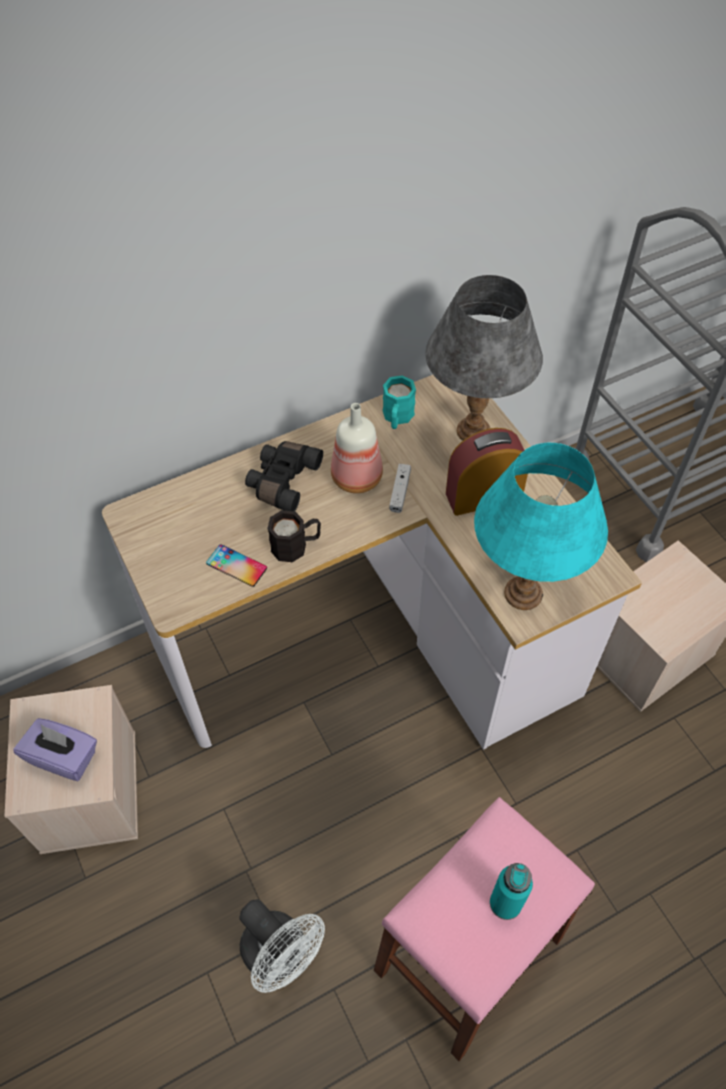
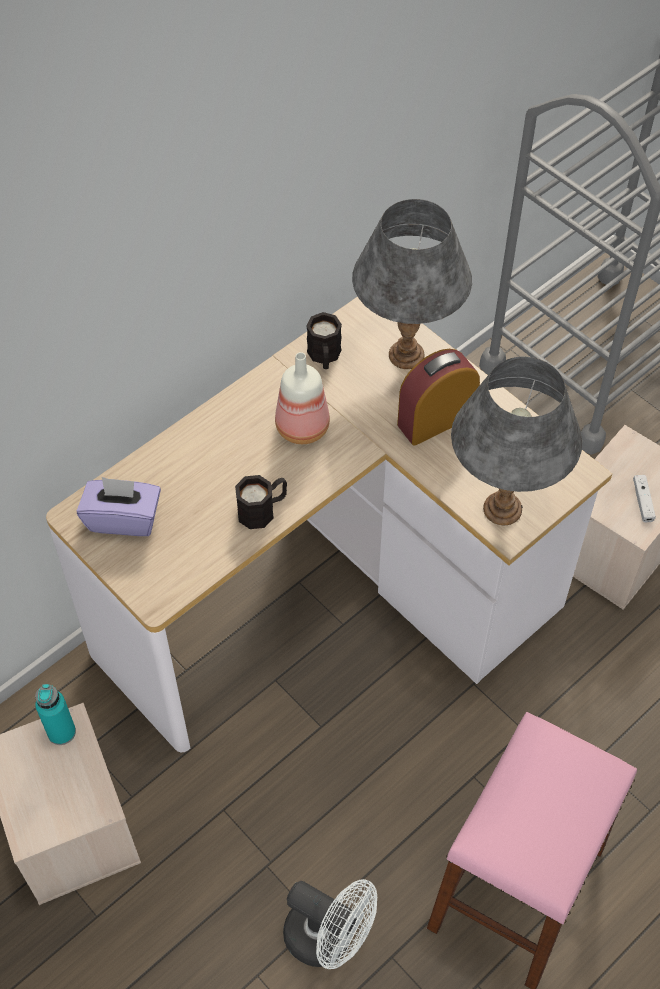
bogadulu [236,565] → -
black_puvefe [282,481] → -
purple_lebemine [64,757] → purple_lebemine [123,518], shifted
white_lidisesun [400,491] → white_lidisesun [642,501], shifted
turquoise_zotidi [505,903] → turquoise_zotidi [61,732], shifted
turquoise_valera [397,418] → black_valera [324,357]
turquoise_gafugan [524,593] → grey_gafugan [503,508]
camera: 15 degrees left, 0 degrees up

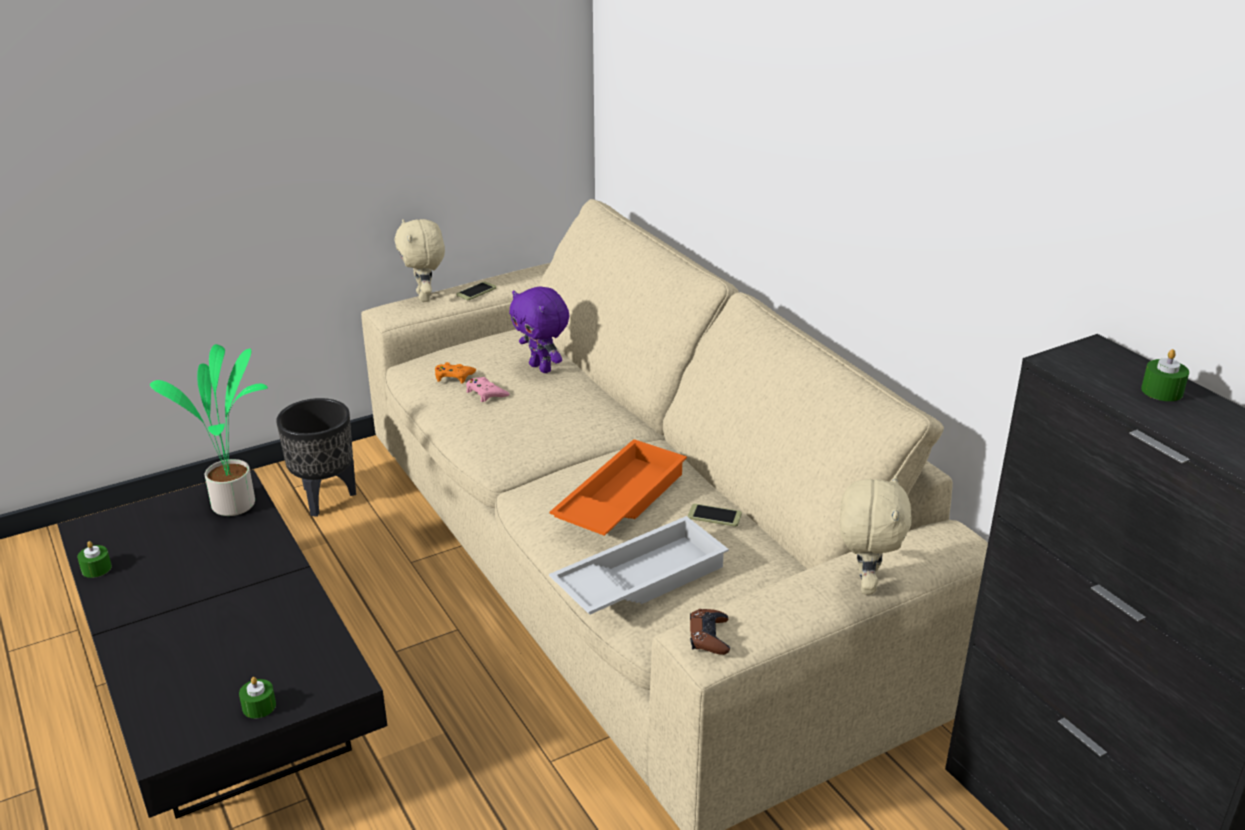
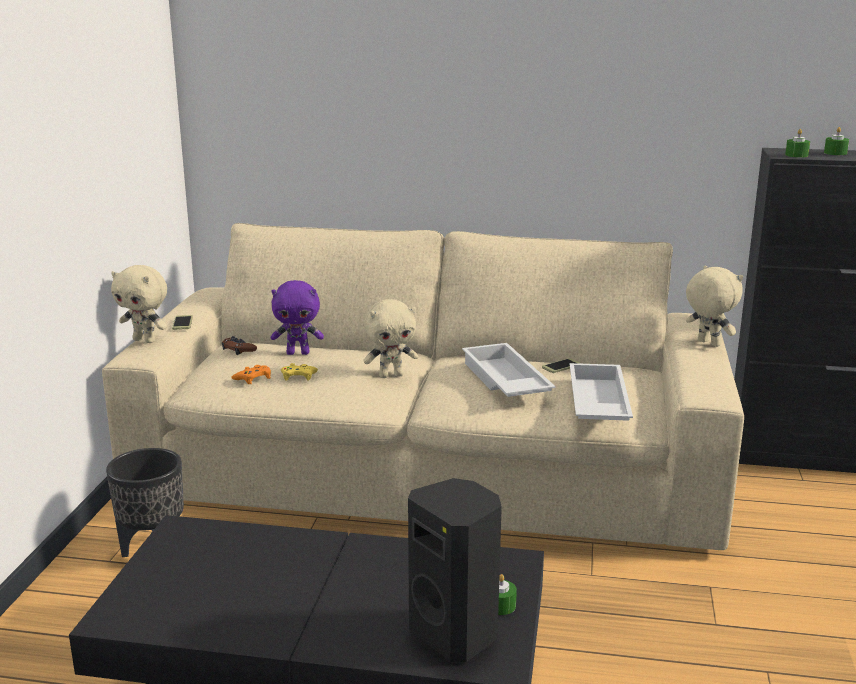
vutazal [237,504] → -
- → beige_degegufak [391,375]
- → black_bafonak [456,634]
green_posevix [96,568] → green_posevix [796,155], shifted
brown_lidisesun [709,636] → brown_lidisesun [238,349], shifted
pink_lidisesun [486,393] → yellow_lidisesun [298,376]
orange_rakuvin [619,499] → white_rakuvin [503,381]
camera: 50 degrees left, 10 degrees down

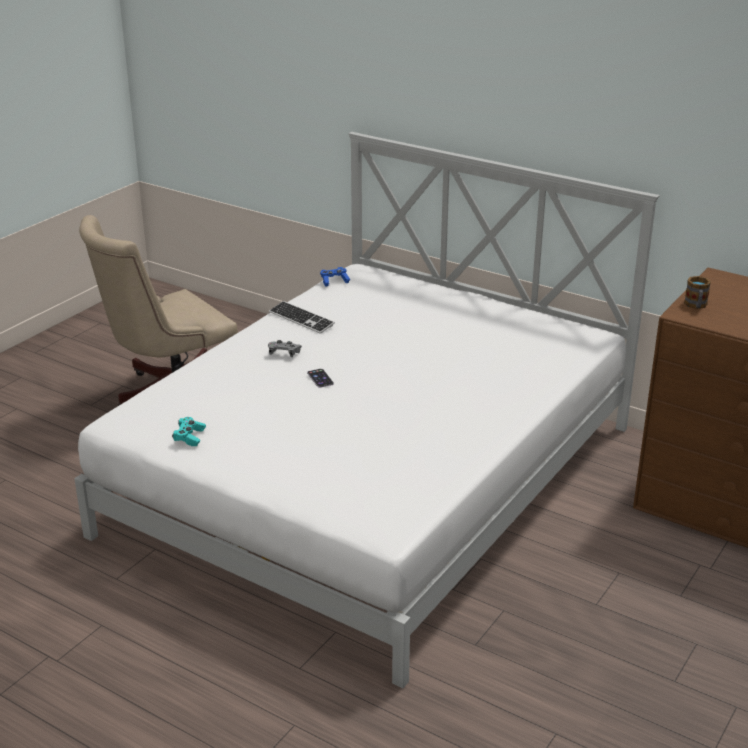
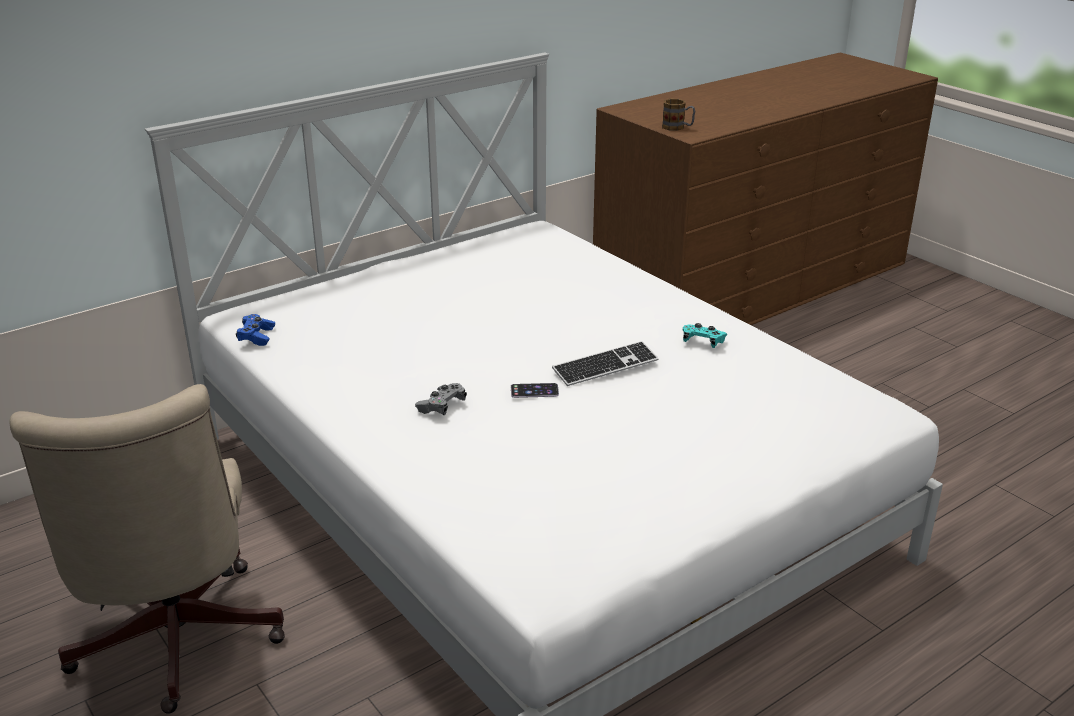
turquoise_lidisesun [189,437] → turquoise_lidisesun [703,342], shifted
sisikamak [301,319] → sisikamak [605,366], shifted
camera: 70 degrees left, 0 degrees up

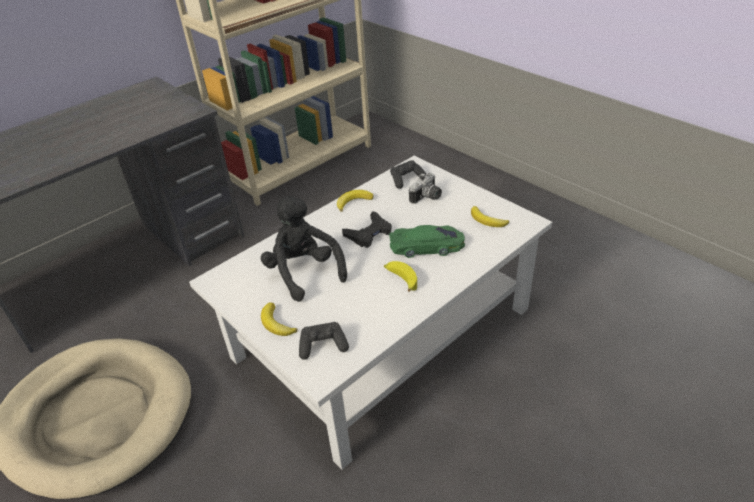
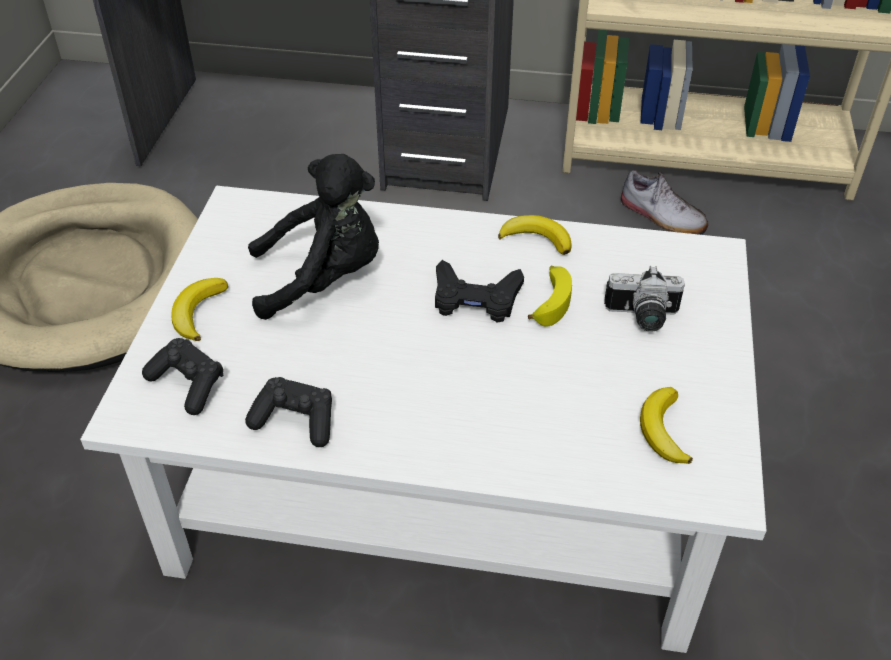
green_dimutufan [427,246] → -
- → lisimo [662,216]
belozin [400,279] → belozin [550,301], shifted
black_lidisesun [406,179] → black_lidisesun [296,421], shifted
black_degegufak [304,272] → black_degegufak [323,279], 60 degrees clockwise
camera: 50 degrees right, 5 degrees up

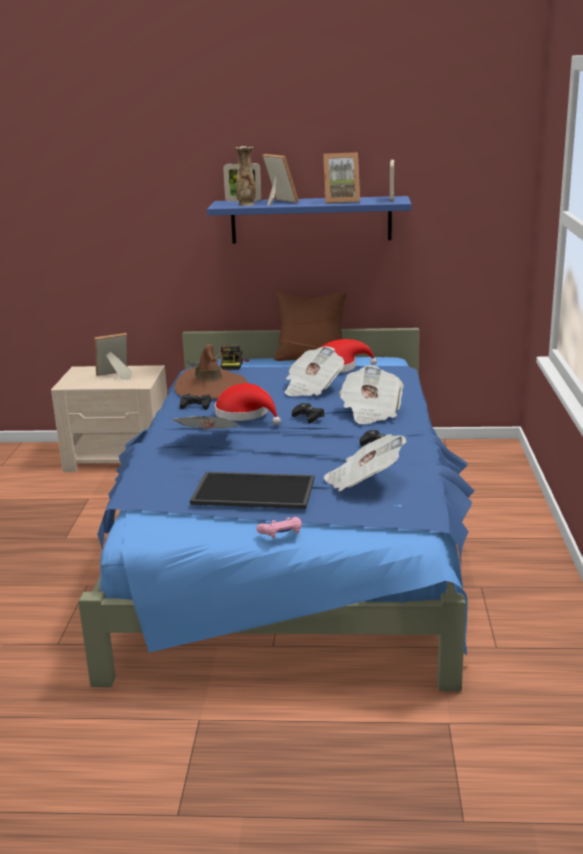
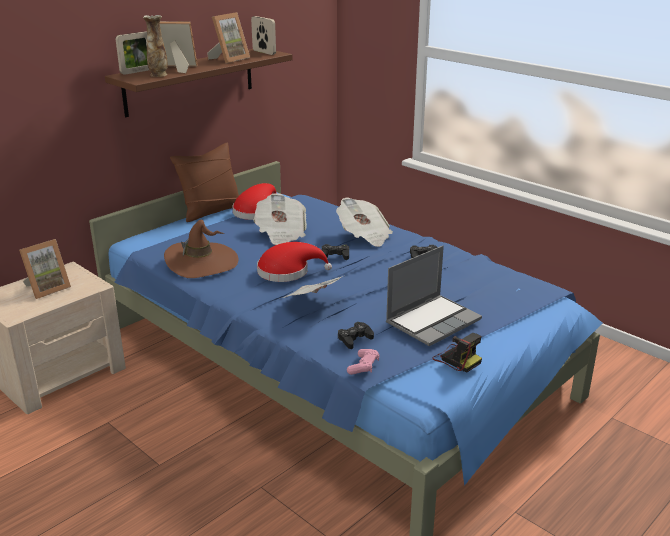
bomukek [363,482] → -
black_lidisesun [196,406] → black_lidisesun [354,339], shifted
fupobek [233,365] → fupobek [456,359], shifted
pink_lidisesun [281,533] → pink_lidisesun [363,366], shifted
rakuvin [255,490] → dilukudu [433,321]
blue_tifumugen [311,220] → brown_tifumugen [190,81]
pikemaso [114,376] → pikemaso [47,288], 150 degrees counterclockwise
camera: 50 degrees left, 5 degrees up

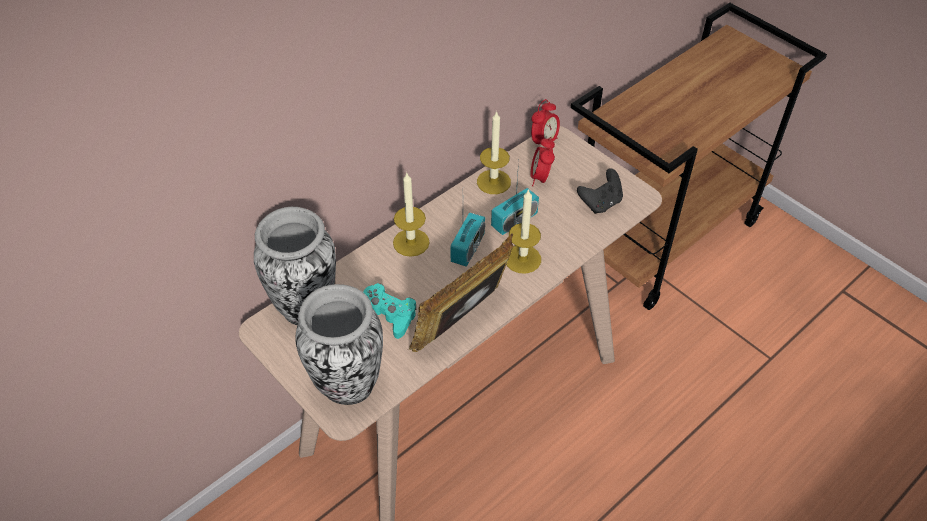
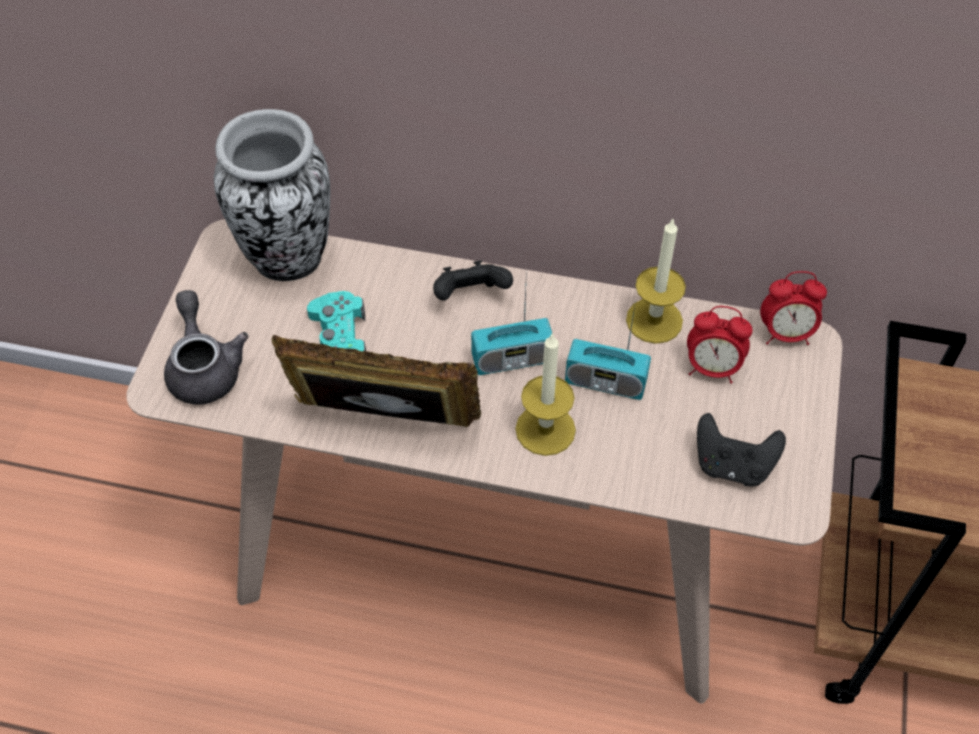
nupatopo [348,387] → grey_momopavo [204,367]
posevix [411,242] → black_lidisesun [471,296]
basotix [540,178] → basotix [712,368], 135 degrees counterclockwise
camera: 55 degrees right, 5 degrees up

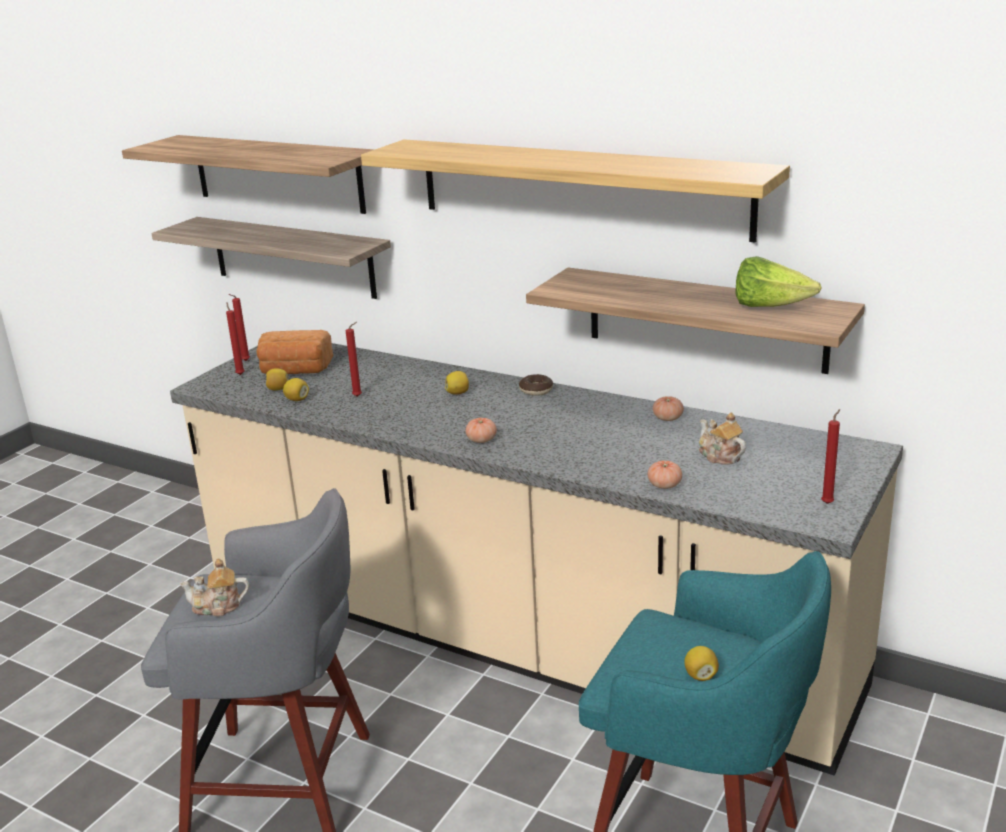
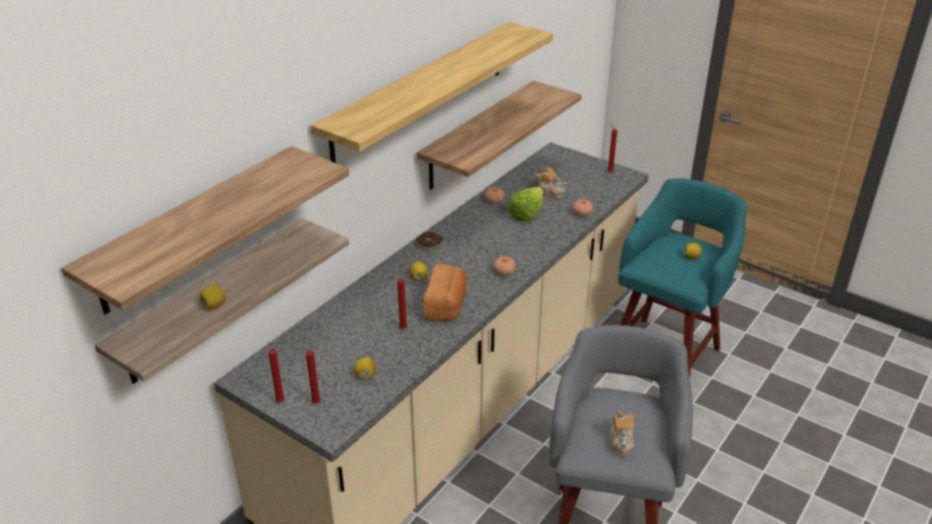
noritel [295,371] → noritel [446,305], shifted
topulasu [297,399] → topulasu [214,306], shifted
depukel [769,307] → depukel [526,214], shifted
momopavo [719,456] → momopavo [550,192], 120 degrees counterclockwise
camera: 85 degrees left, 10 degrees up

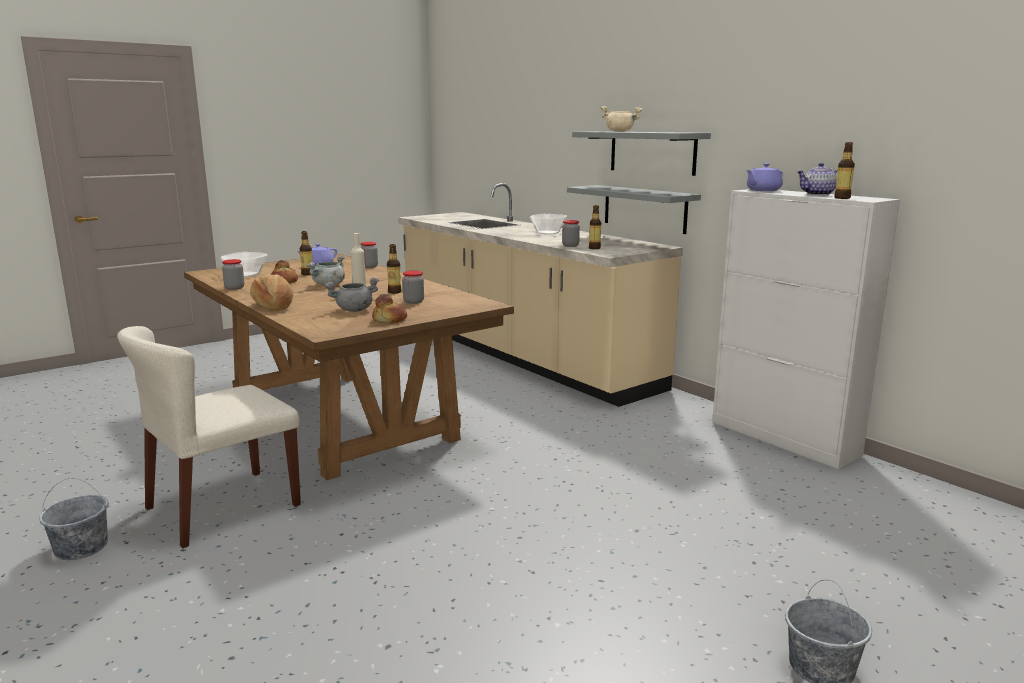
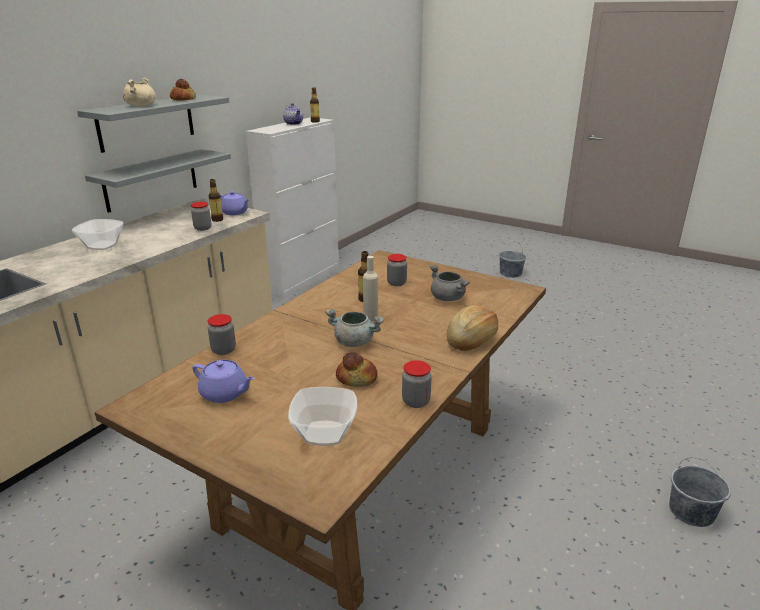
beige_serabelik [222,507] → -
zotidi [307,274] → -
noritel [390,320] → noritel [183,99], shifted
purple_momopavo [762,190] → purple_momopavo [235,213], shifted
camera: 110 degrees left, 10 degrees up

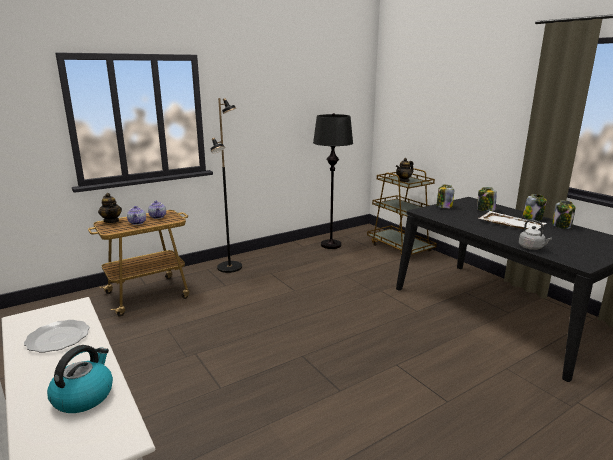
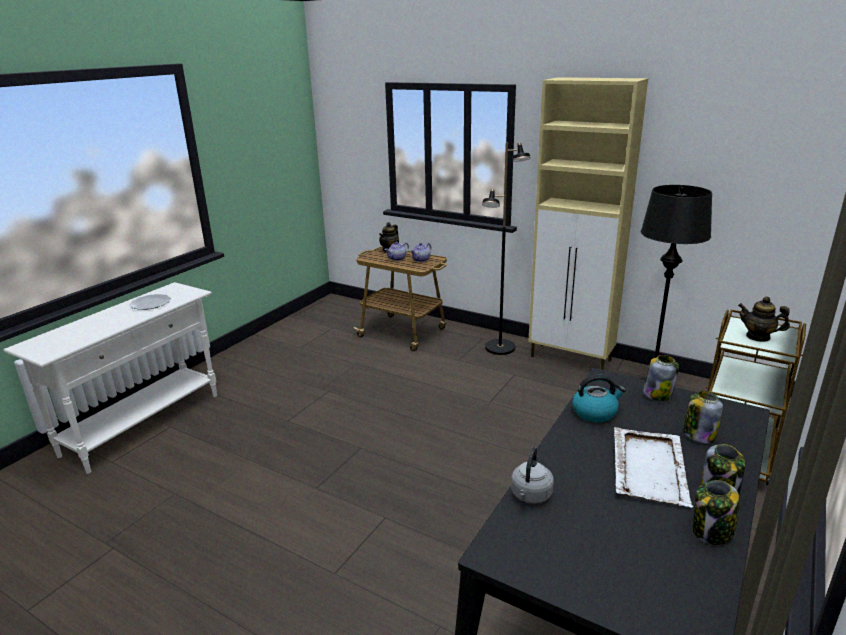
- → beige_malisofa [571,359]
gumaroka [84,396] → gumaroka [595,412], shifted
camera: 65 degrees right, 5 degrees up

